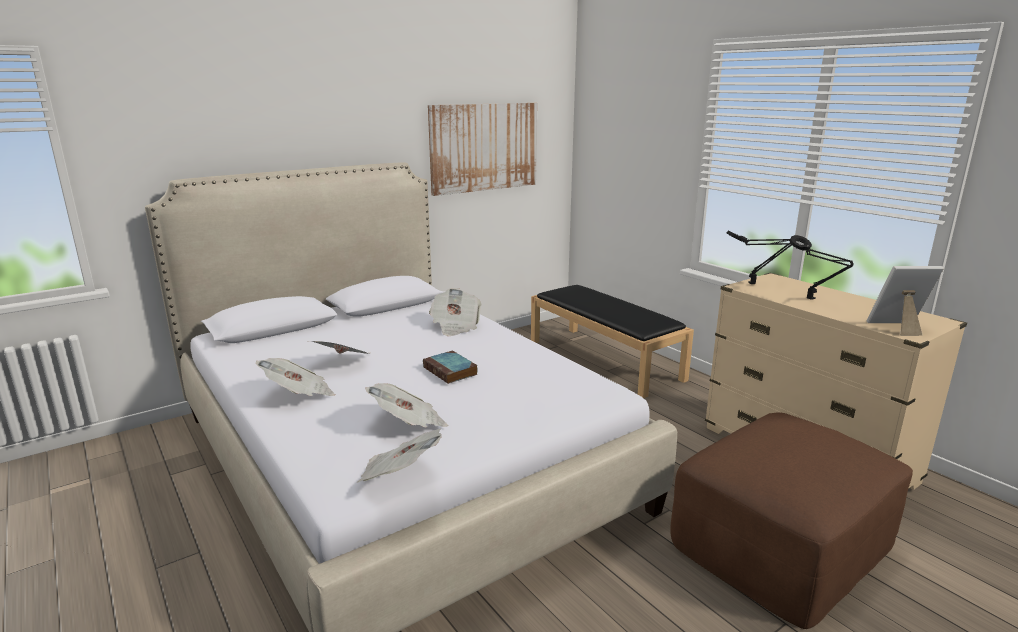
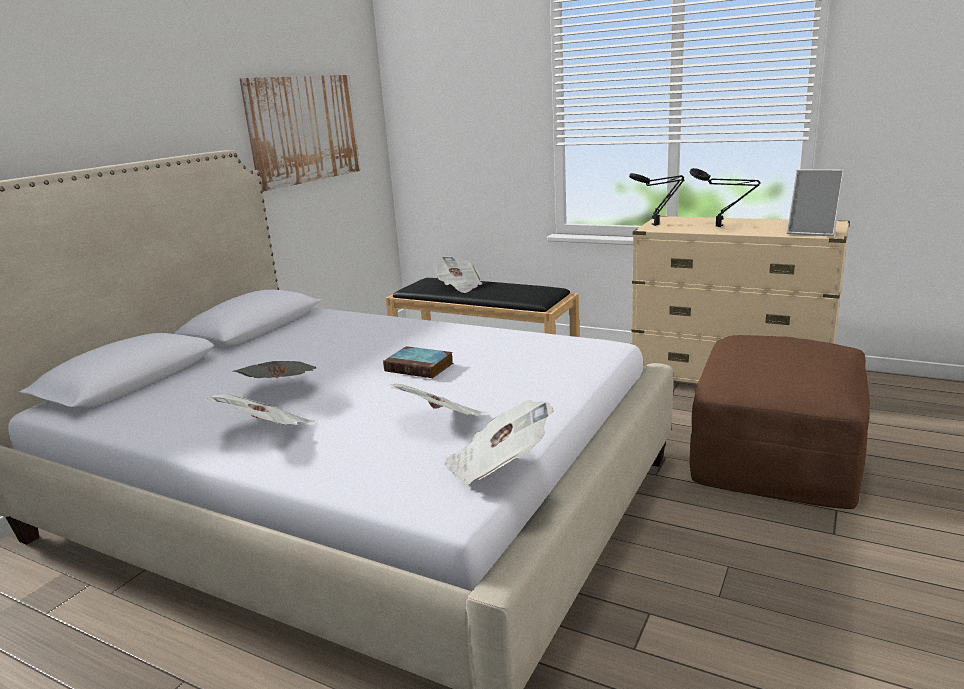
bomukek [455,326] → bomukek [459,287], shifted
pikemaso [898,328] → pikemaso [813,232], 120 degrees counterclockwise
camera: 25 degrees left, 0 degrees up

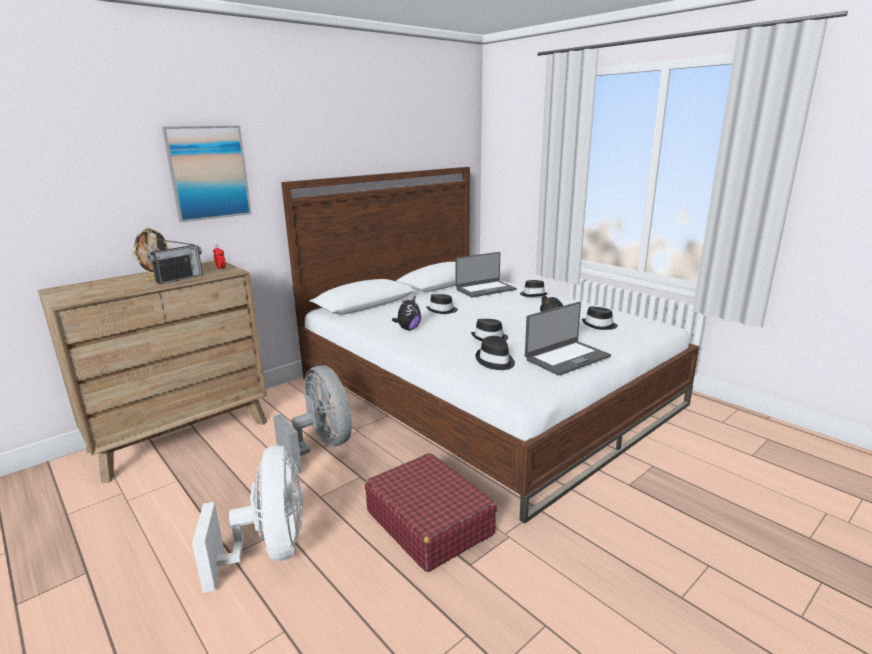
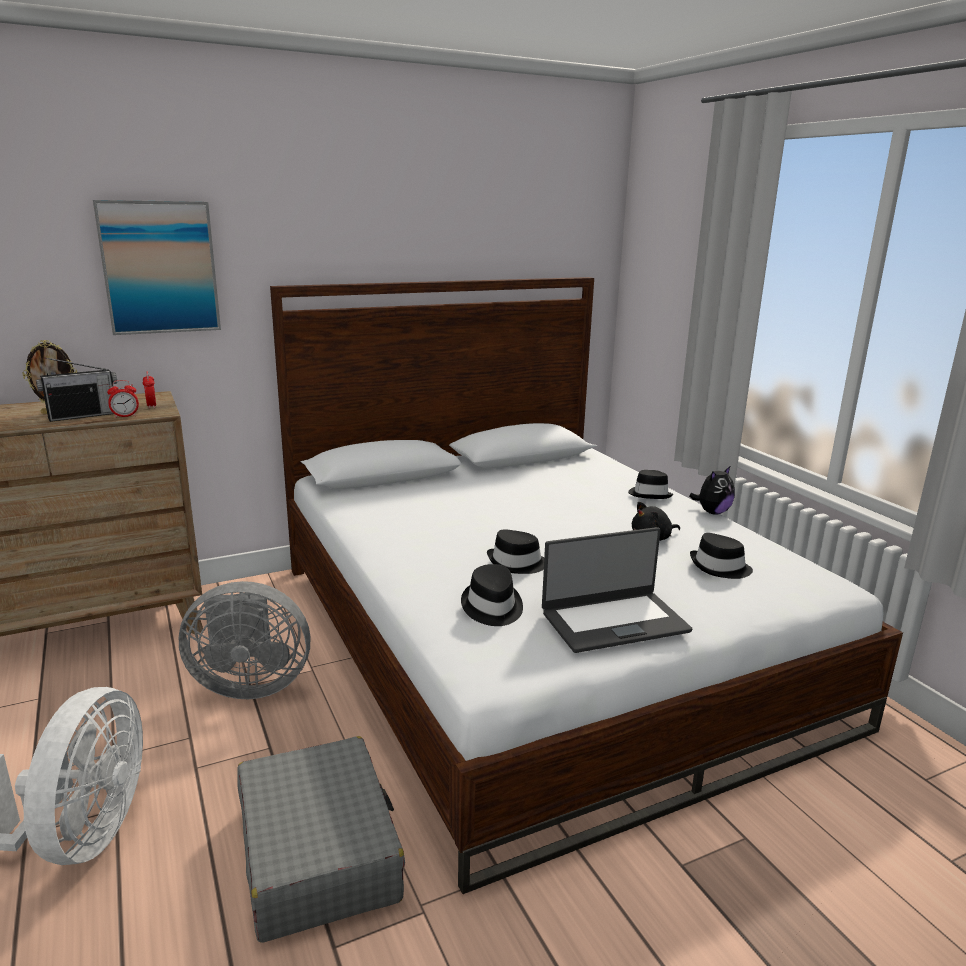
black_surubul [442,310] → -
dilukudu [485,289] → -
- → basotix [125,416]
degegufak [408,329] → degegufak [712,512], shifted
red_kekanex [429,522] → grey_kekanex [318,852]
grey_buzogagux [321,446] → grey_buzogagux [249,684], 105 degrees clockwise
camera: 15 degrees right, 0 degrees up

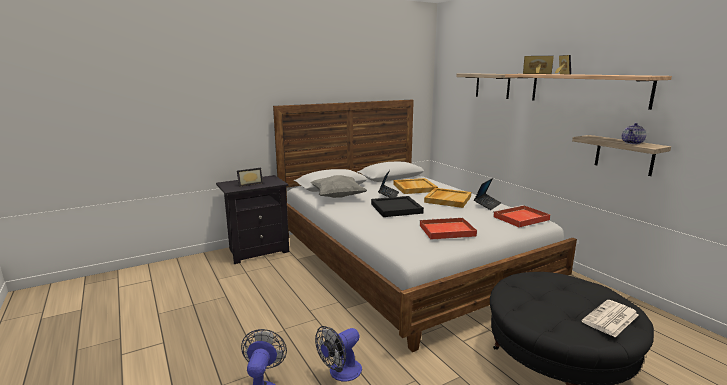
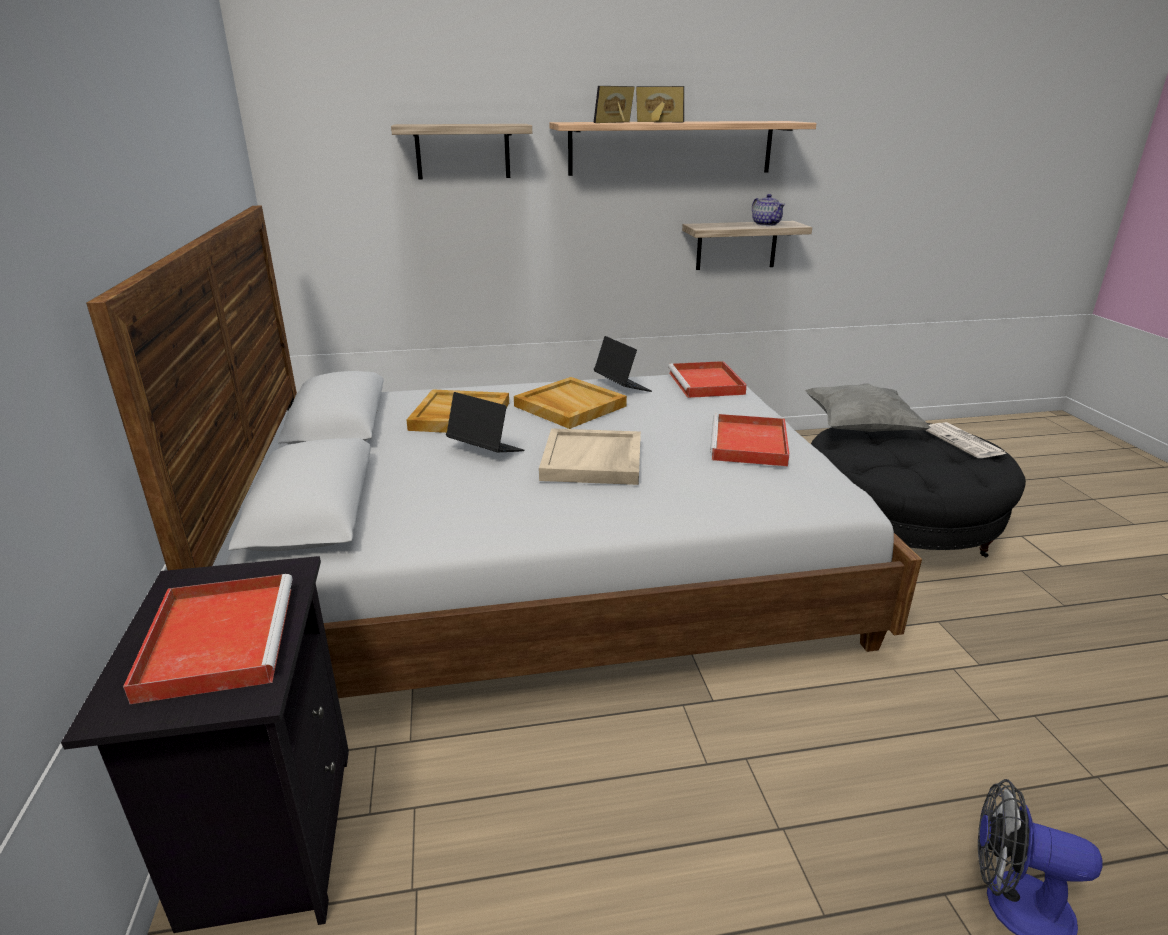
buzogagux [340,373] → -
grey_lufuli [338,197] → grey_lufuli [860,429], shifted
pikemaso [249,184] → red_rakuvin [218,638]
black_rakuvin [396,208] → beige_rakuvin [593,461]
camera: 70 degrees left, 10 degrees up

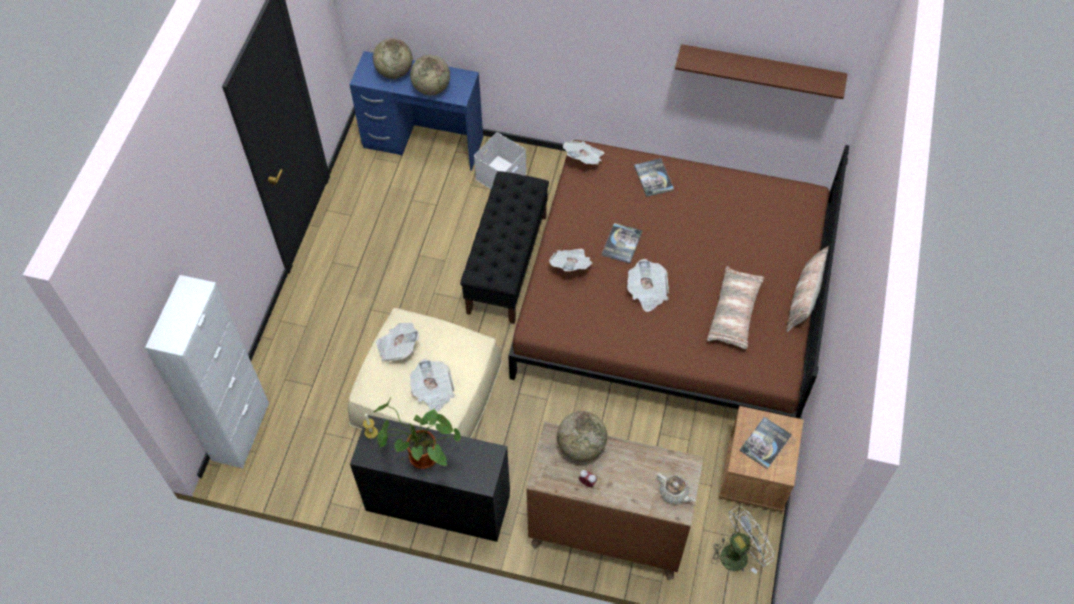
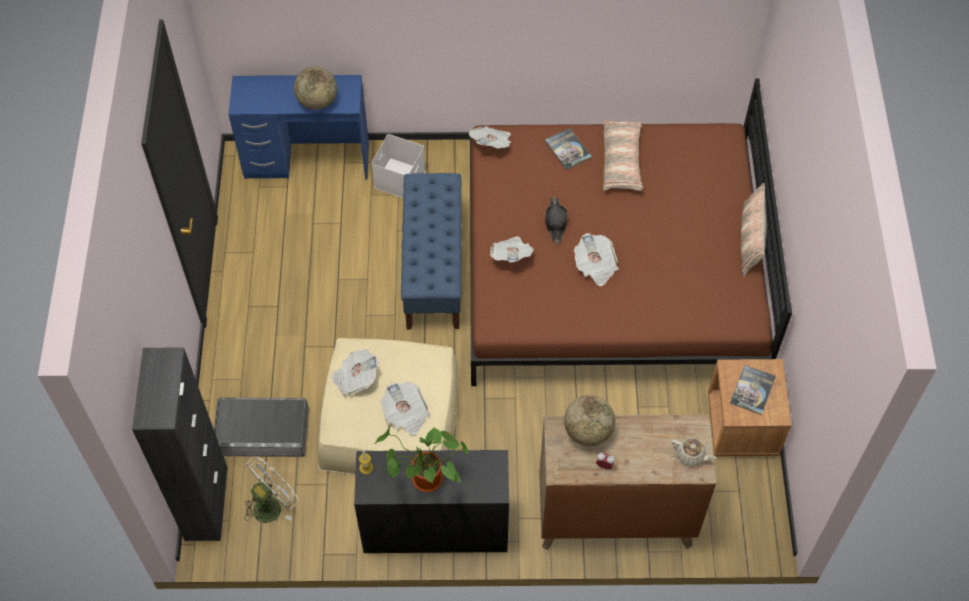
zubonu [394,72] → -
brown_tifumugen [760,70] → -
- → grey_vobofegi [262,431]
lufuli [734,312] → lufuli [622,161], shifted
white_buzogagux [738,553] → white_buzogagux [271,504], shifted
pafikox [622,243] → black_surubul [555,222]
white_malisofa [241,431] → black_malisofa [206,503]
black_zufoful [507,264] → blue_zufoful [433,269]
camera: 15 degrees left, 0 degrees up

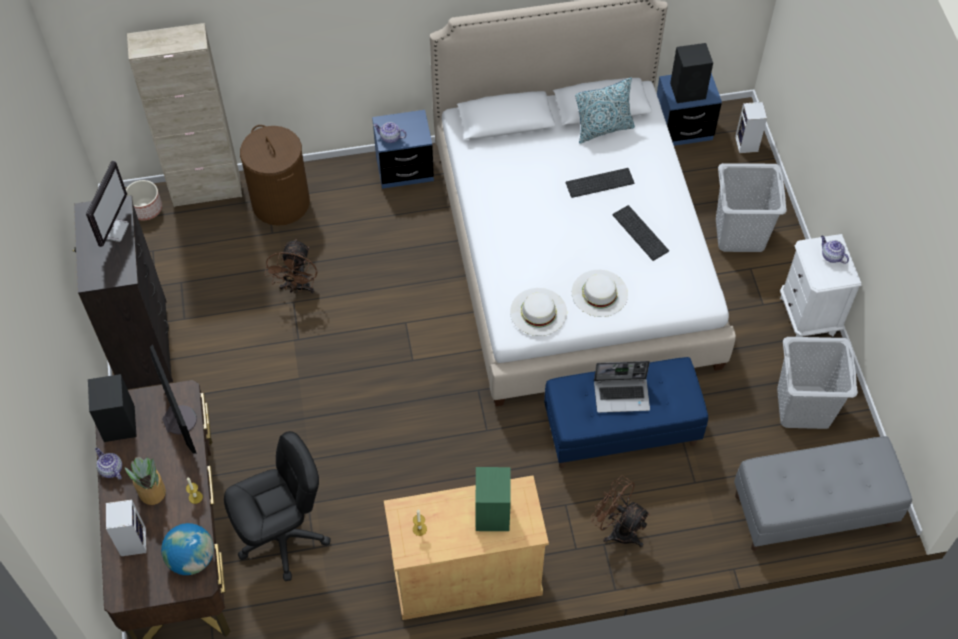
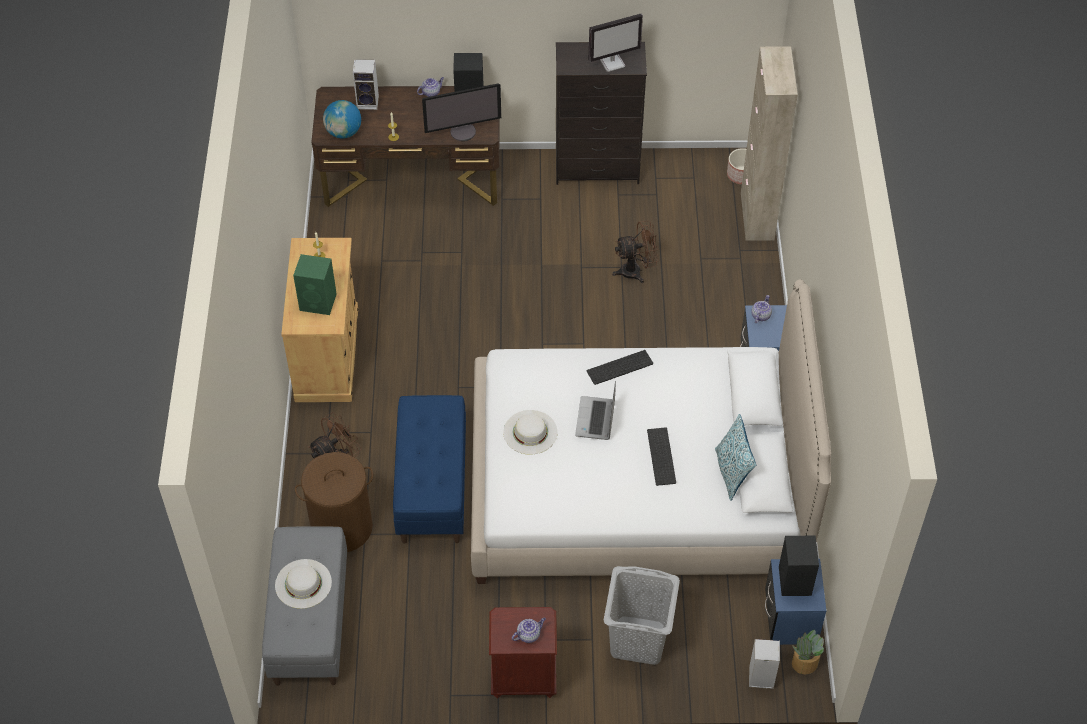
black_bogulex [283,537] → -
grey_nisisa [803,407] → -
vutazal [152,492] → vutazal [804,663], shifted
brown_nisisa [281,203] → brown_nisisa [342,528], shifted
white_surubul [538,312] → white_surubul [303,583], shifted
dilukudu [622,395] → dilukudu [596,419], shifted
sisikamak [642,233] → sisikamak [619,368], shifted
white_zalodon [808,315] → brown_zalodon [523,678]
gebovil [113,229] → gebovil [613,63], 45 degrees counterclockwise
brown_buzogagux [297,287] → brown_buzogagux [636,271], 150 degrees clockwise
camera: 100 degrees right, 5 degrees down

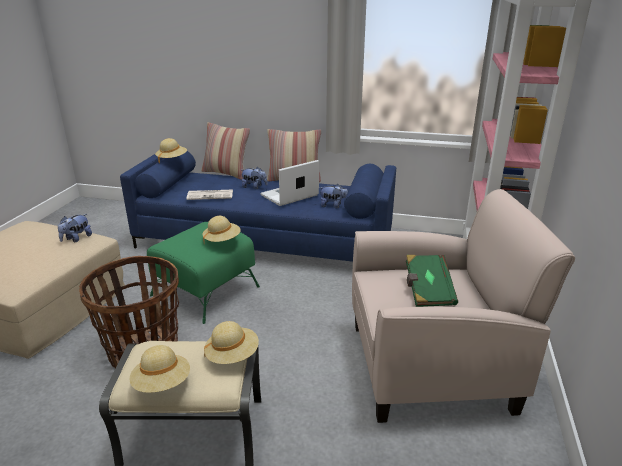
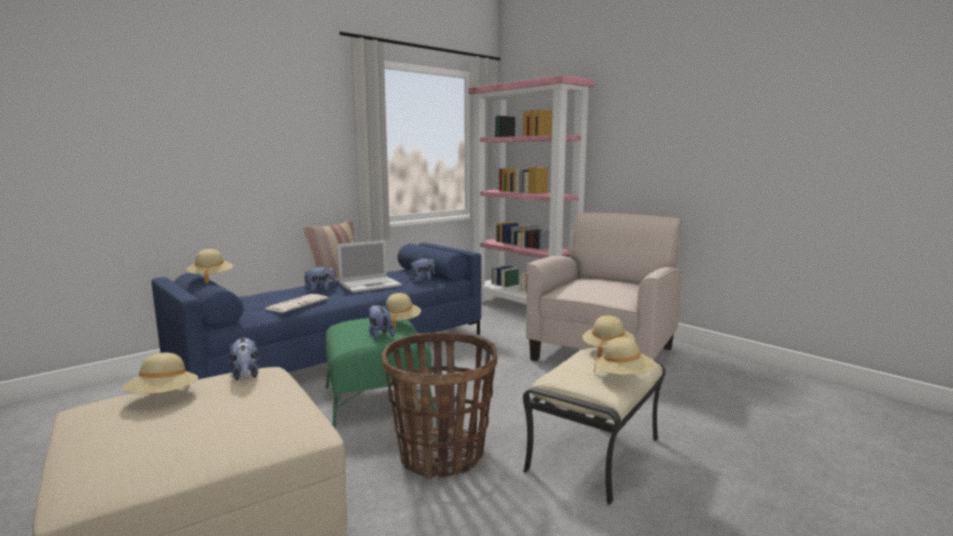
lufuli [226,173] → -
green_pafikox [427,291] → -
- → beige_surubul [163,397]
- → degegufak [380,335]
dilukudu [288,195] → dilukudu [371,285], 120 degrees counterclockwise
camera: 55 degrees left, 15 degrees down

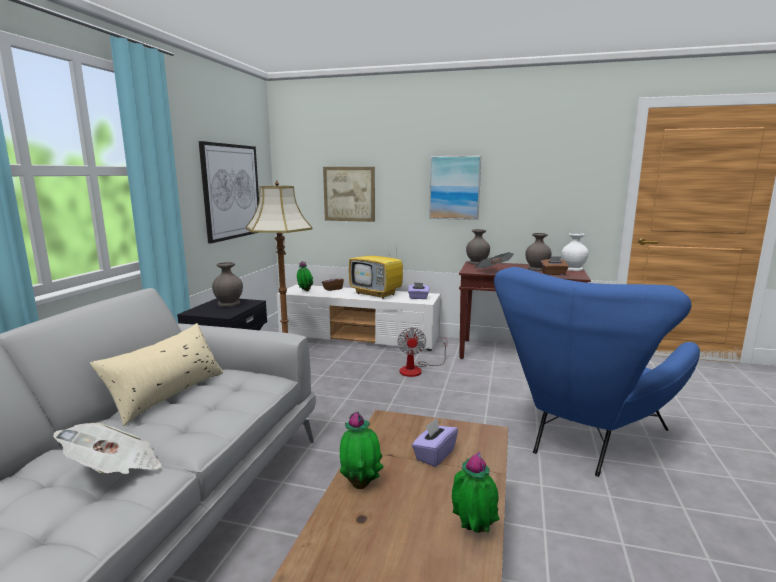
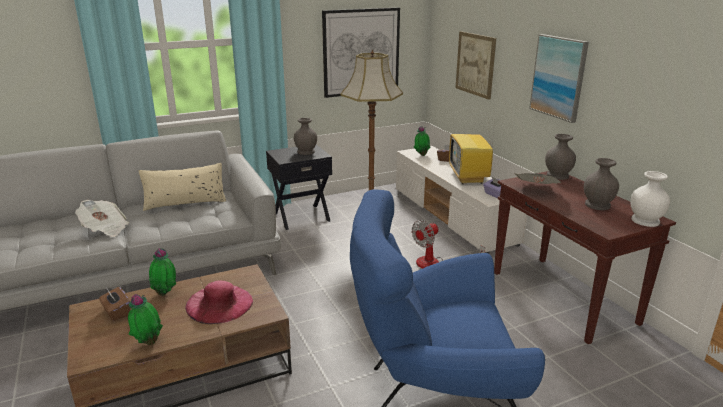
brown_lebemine [553,274] → brown_lebemine [116,312], shifted
purple_lebemine [434,455] → pink_surubul [219,304]
camera: 50 degrees right, 10 degrees up

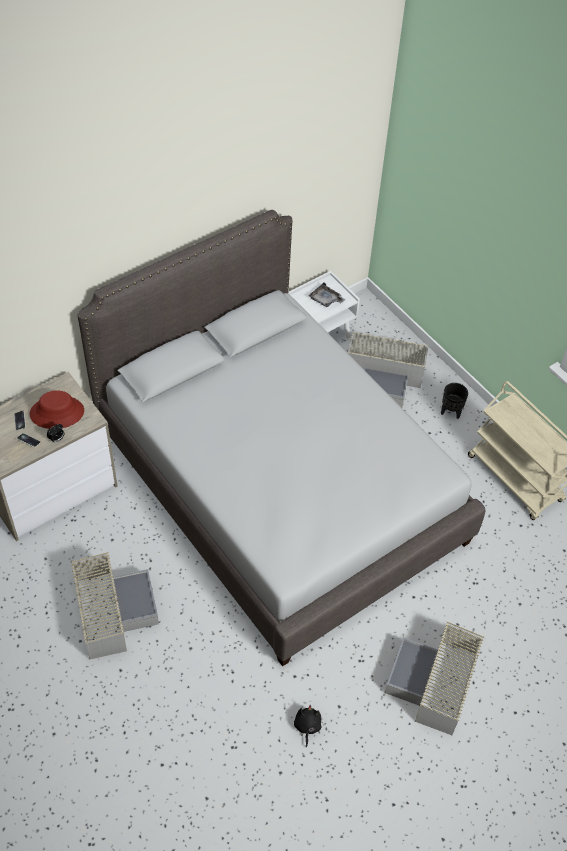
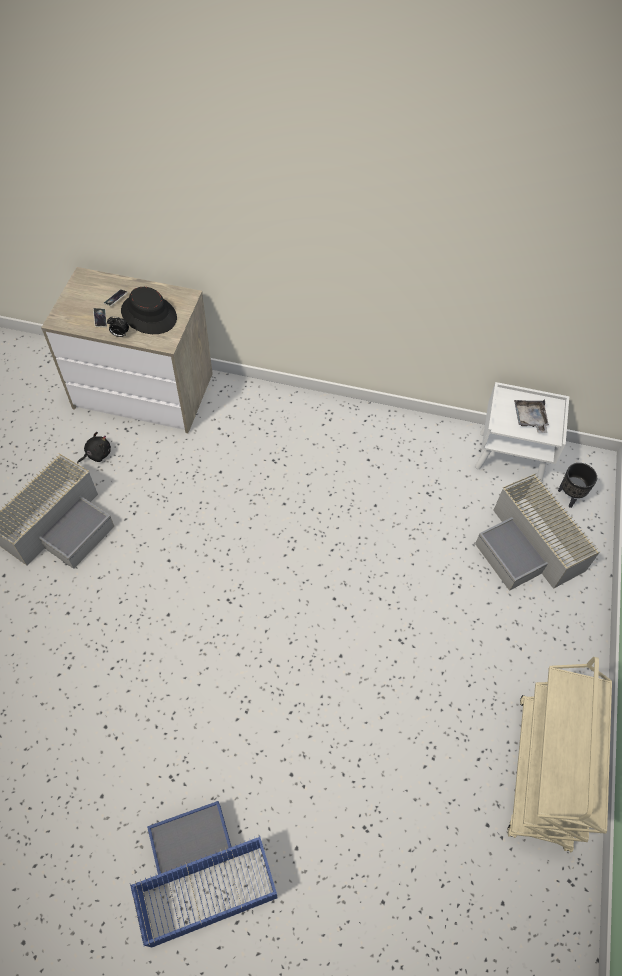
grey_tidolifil [280,485] → -
black_degegufak [307,726] → black_degegufak [97,454], shifted
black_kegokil [451,412] → black_kegokil [570,496], shifted
red_surubul [57,412] → black_surubul [149,314]
grey_vobofegi [434,684] → blue_vobofegi [201,878]
camera: 50 degrees right, 5 degrees up

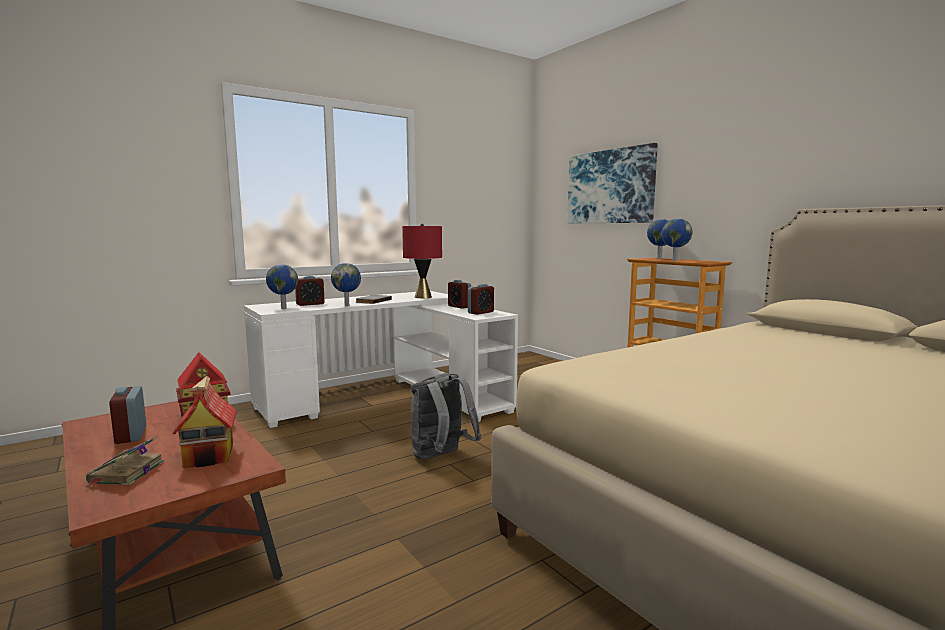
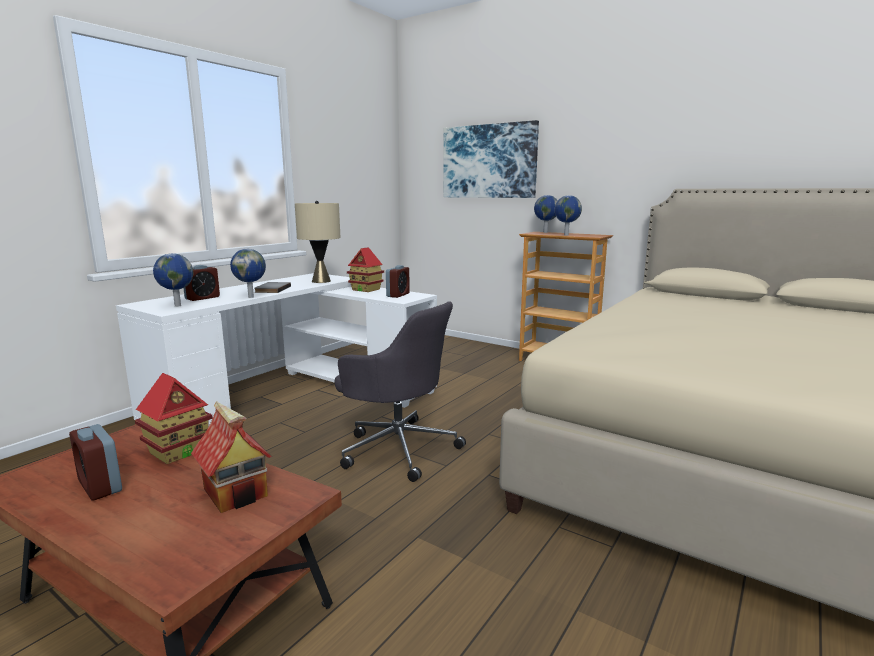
pafikox [126,473] → -
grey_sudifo [441,457] → grey_bogulex [398,448]
basotix [459,306] → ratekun [366,289]
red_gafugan [423,297] → beige_gafugan [321,281]
camera: 20 degrees left, 5 degrees up

